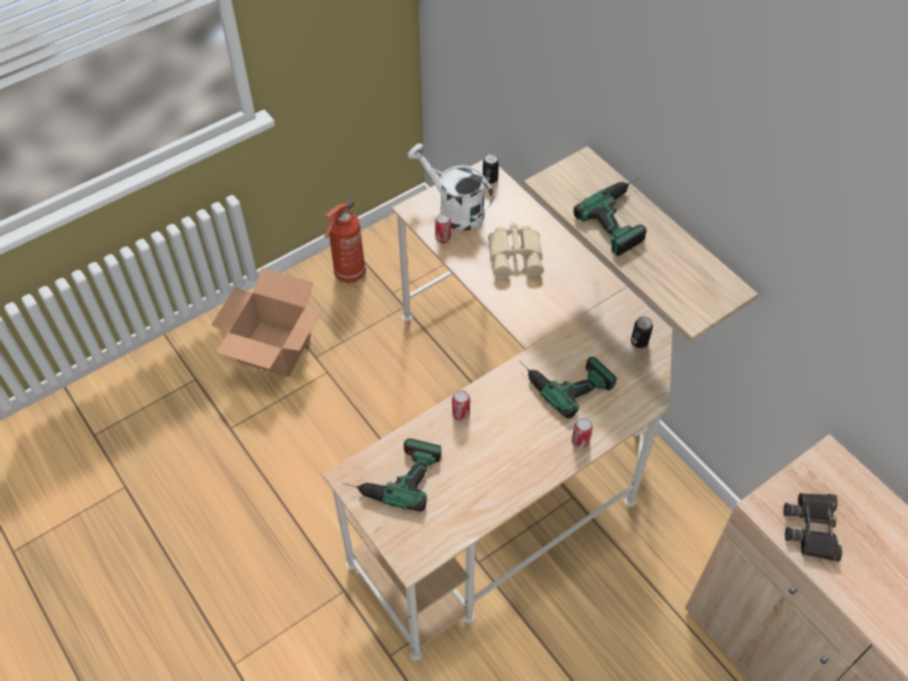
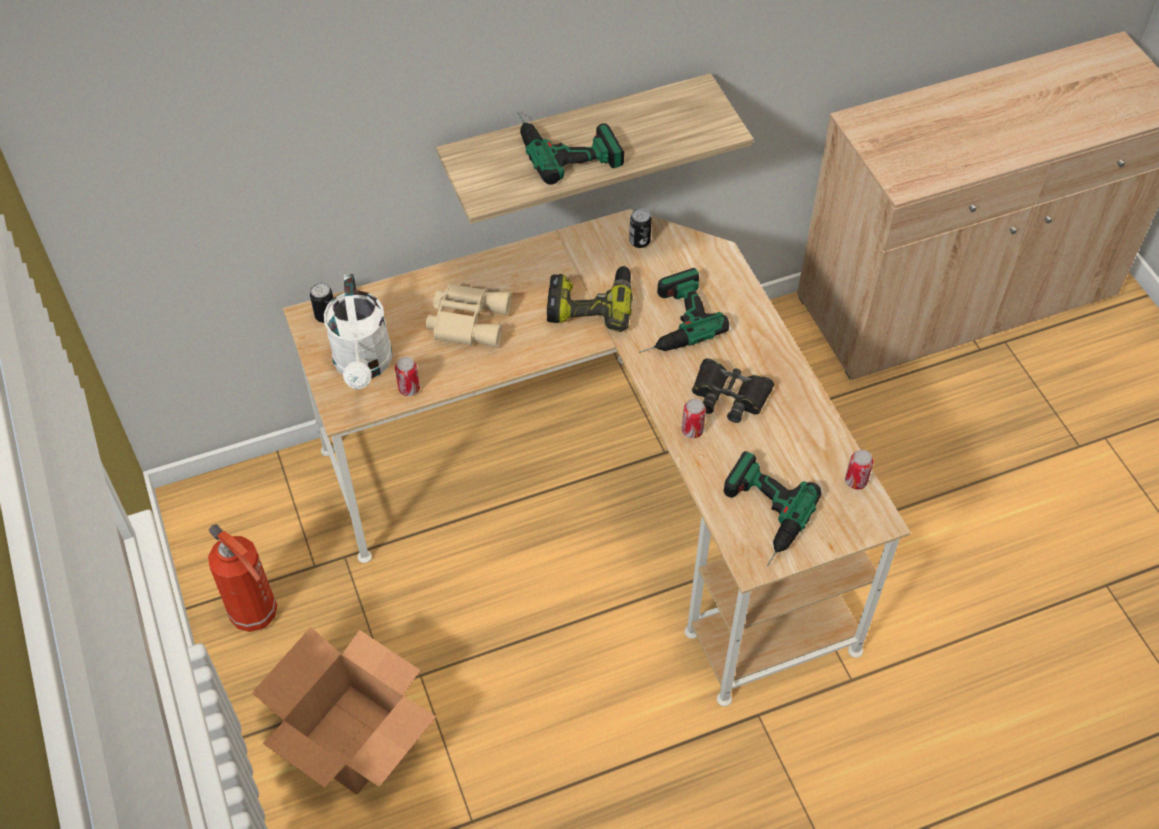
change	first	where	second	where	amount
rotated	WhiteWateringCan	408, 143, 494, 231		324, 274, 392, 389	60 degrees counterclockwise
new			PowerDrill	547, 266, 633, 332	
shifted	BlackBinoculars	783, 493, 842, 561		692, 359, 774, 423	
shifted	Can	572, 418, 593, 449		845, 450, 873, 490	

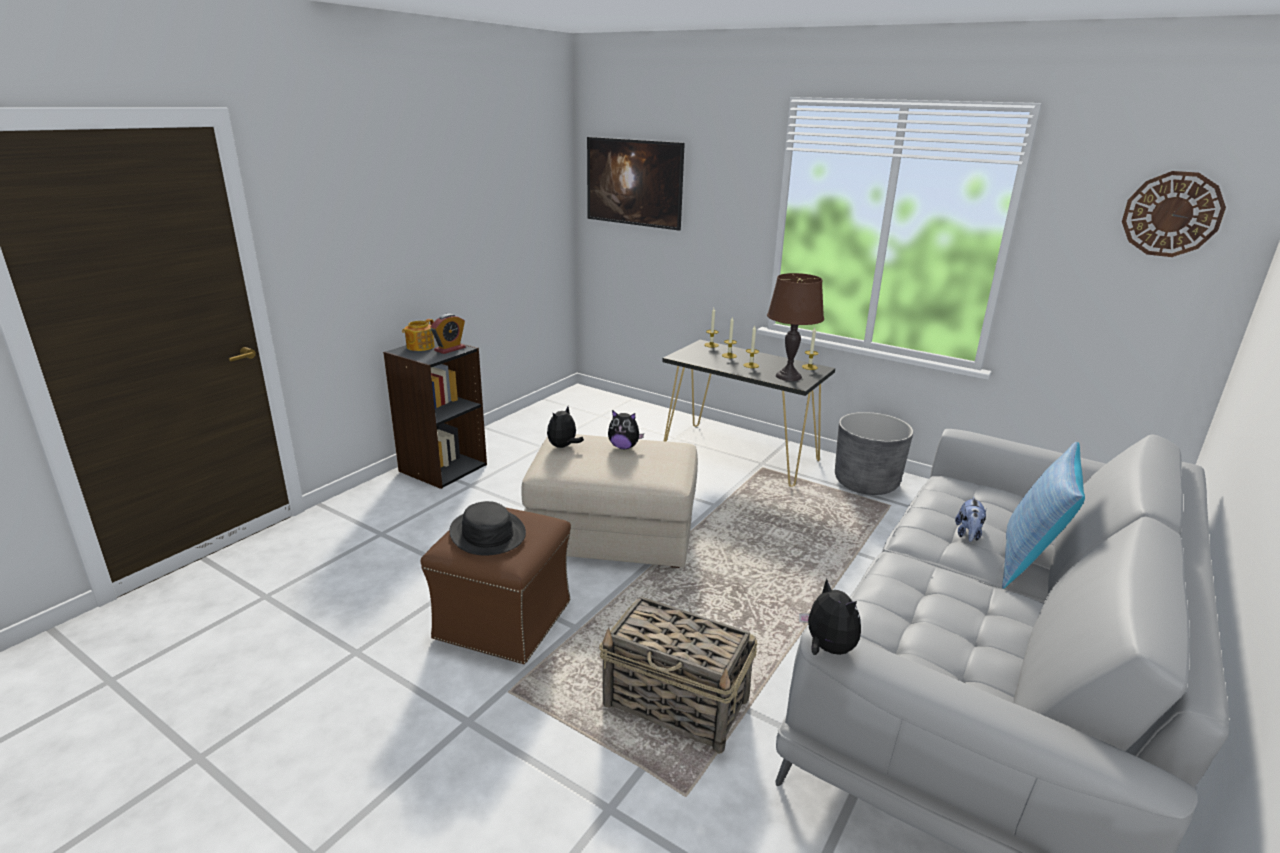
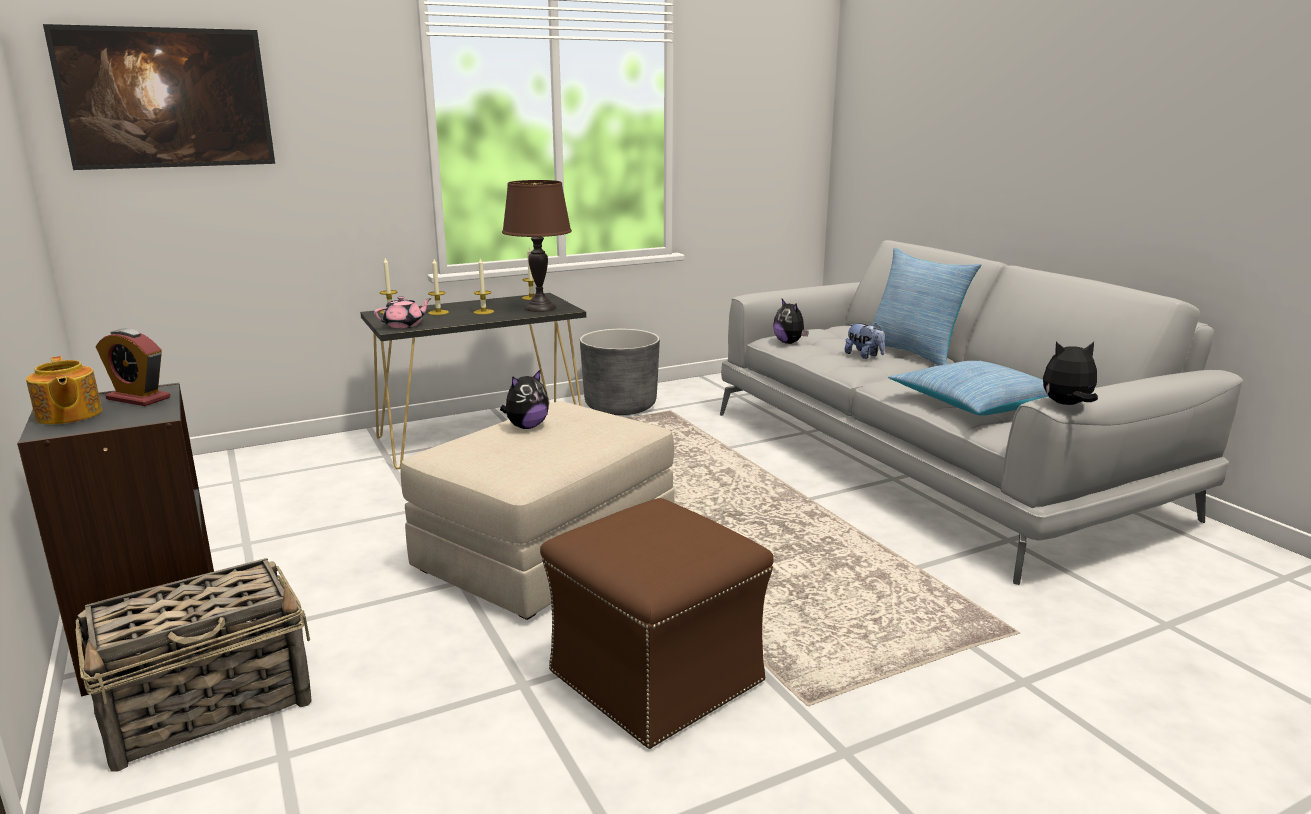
change	first	where	second	where	amount
shifted	Basket	599, 596, 758, 754		76, 558, 312, 772	
rotated	AlarmClock	430, 314, 466, 354		96, 328, 170, 406	135 degrees clockwise
new			PinkTeapot	374, 296, 432, 328	
shifted	PlushToy	547, 406, 584, 448		773, 299, 809, 344	
new			Pillow	888, 361, 1048, 415	
gone	BlackHat	449, 501, 526, 555			
gone	WallClock	1122, 171, 1226, 257			

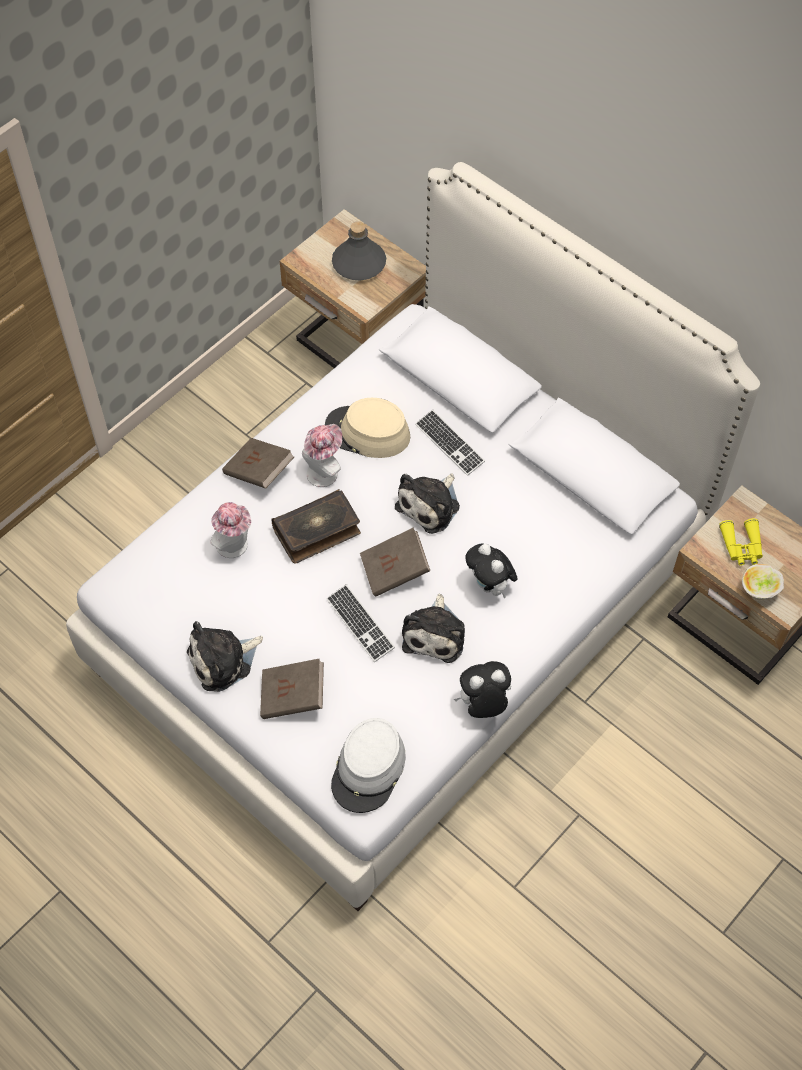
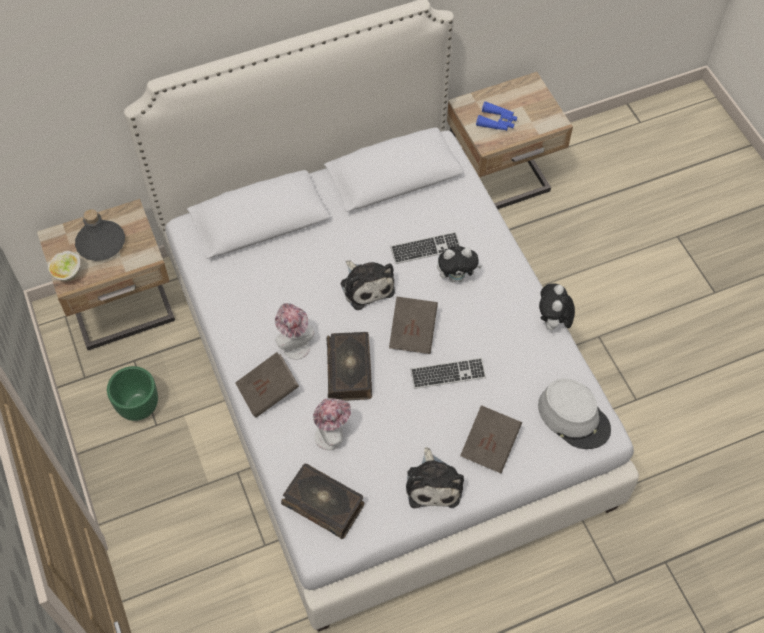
change	first	where	second	where	amount
shifted	Bowl	742, 564, 784, 600		48, 251, 80, 281	
new			GreenPlanter	107, 366, 158, 421	
new			Book	281, 463, 364, 539	
shifted	Keyboard	415, 409, 485, 476		390, 232, 460, 264	
repainted	YellowBinoculars	719, 518, 763, 566	BlueBinoculars	476, 101, 517, 131	
gone	BeigeHat	325, 398, 410, 458			
gone	PlushToy	402, 594, 465, 663			

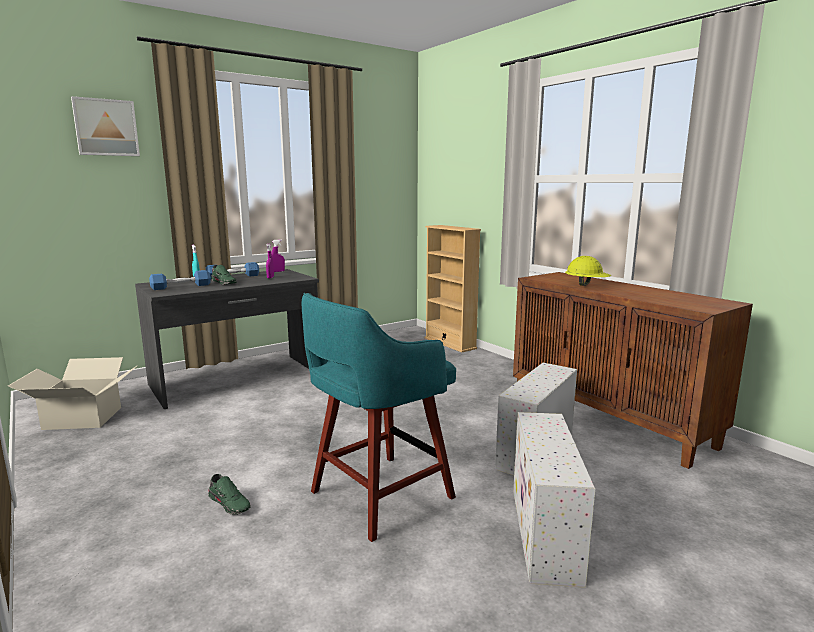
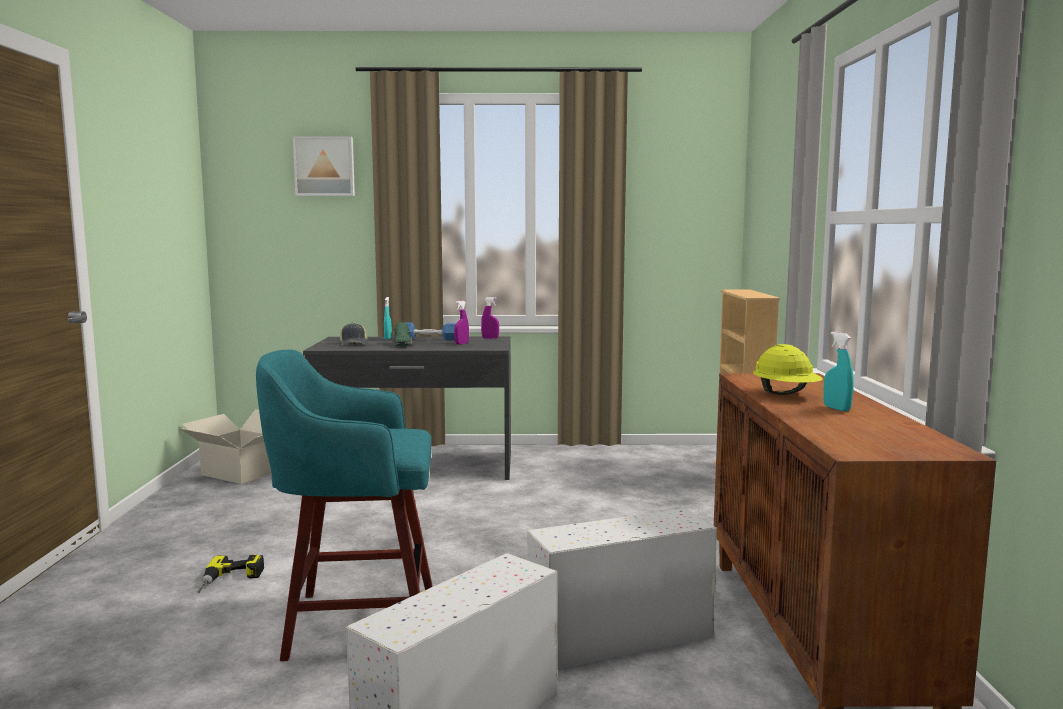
change	first	where	second	where	amount
swapped	GreenShoe	208, 474, 251, 515	PowerDrill	198, 554, 264, 592	
swapped	BlueDumbbell	149, 270, 211, 290	Cap	340, 322, 368, 345	
new			TurquoiseSprayBottle	824, 332, 854, 411	

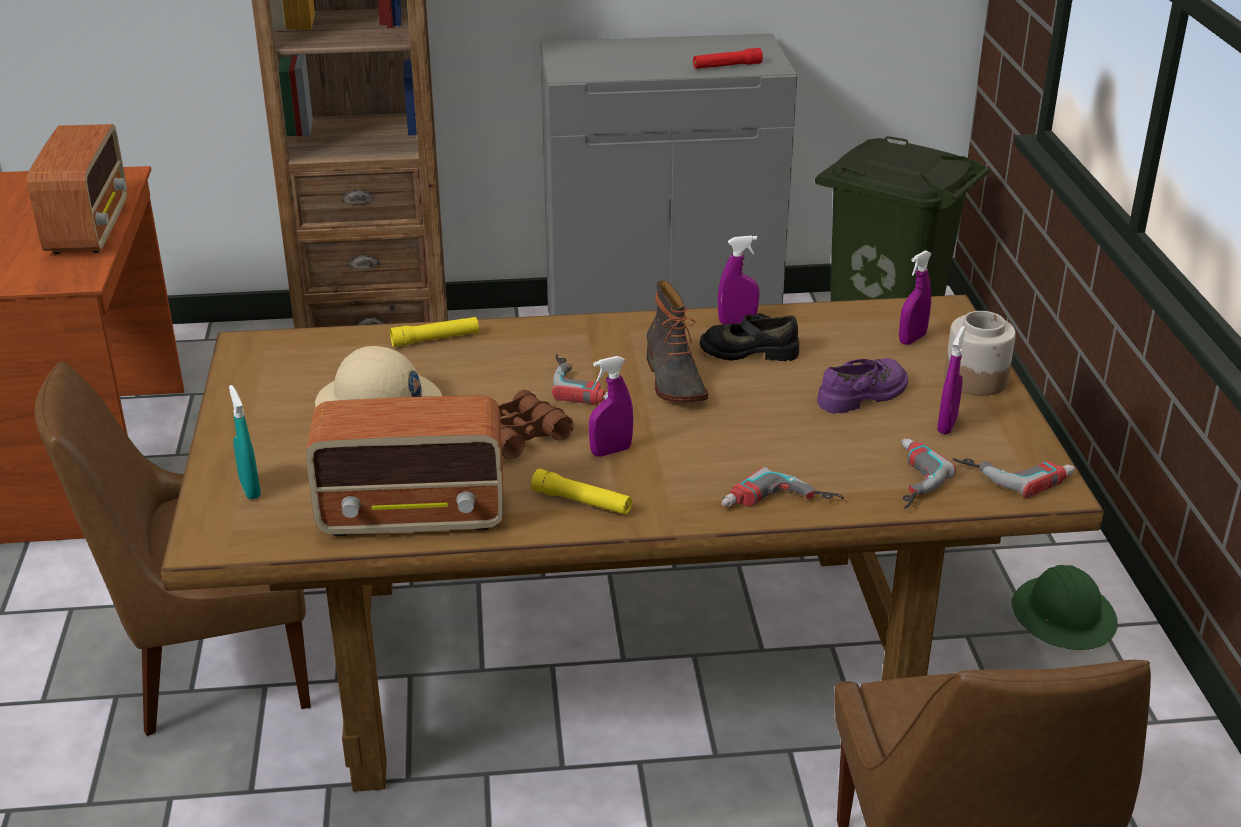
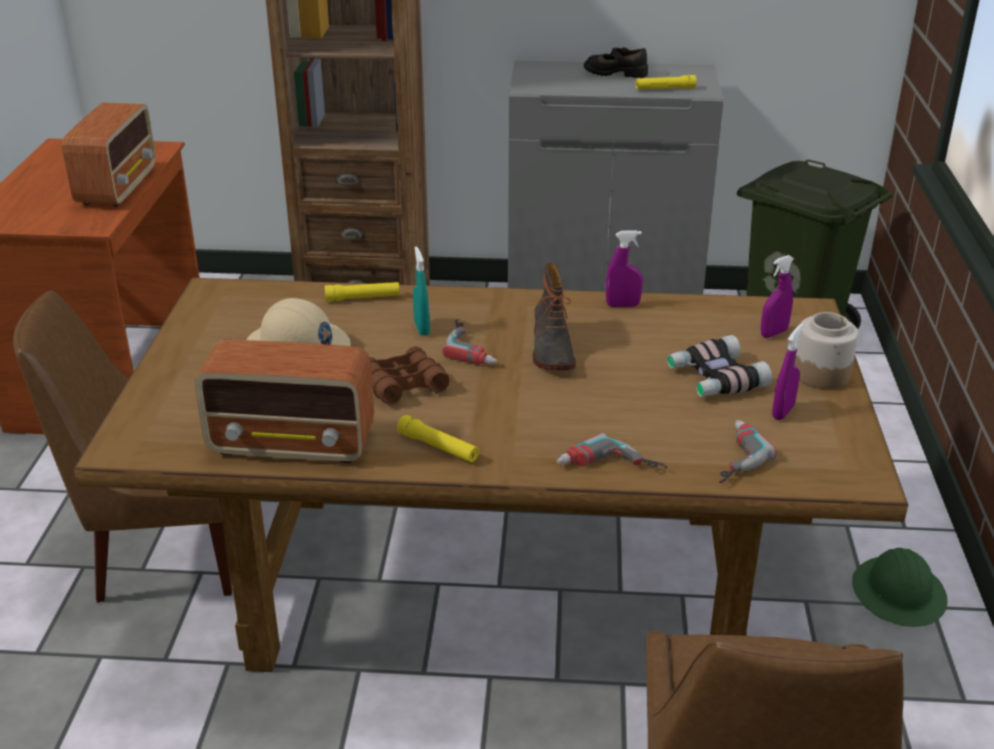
change	first	where	second	where	amount
shifted	TurquoiseSprayBottle	229, 385, 261, 500		413, 246, 430, 336	
shifted	BlackShoe	700, 313, 799, 361		584, 47, 648, 78	
repainted	RedFlashlight	693, 48, 763, 69	YellowFlashlight	636, 75, 697, 90	
swapped	PurpleShoe	817, 358, 908, 414	Binoculars	667, 335, 772, 397	
gone	PurpleSprayBottle	589, 356, 633, 457			
gone	PowerDrill	953, 458, 1075, 498			

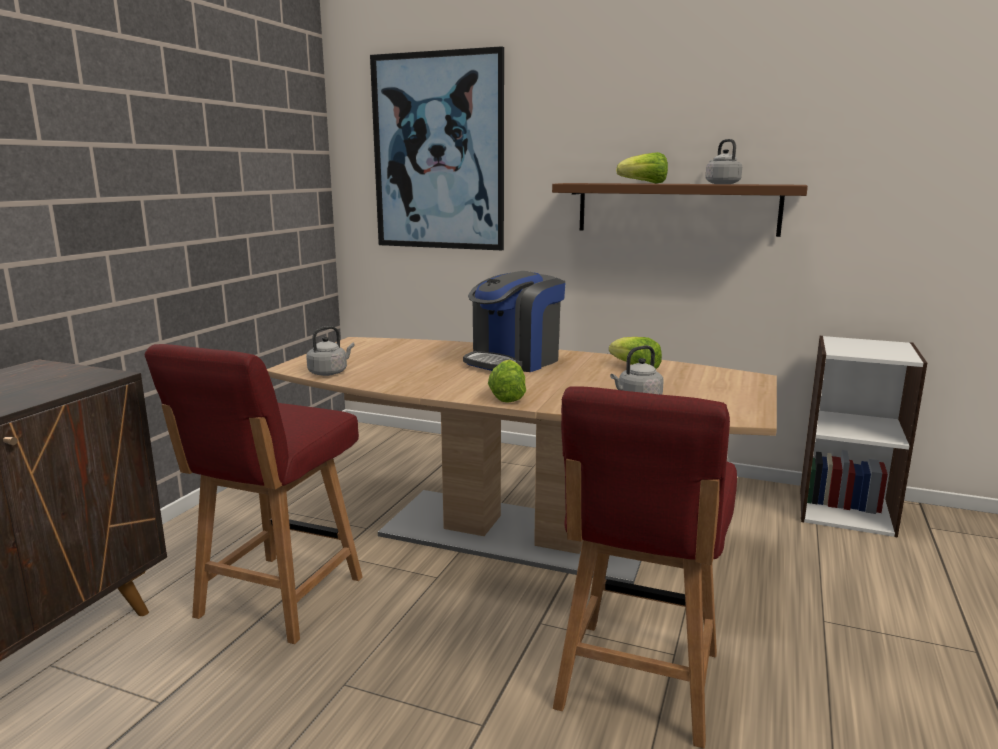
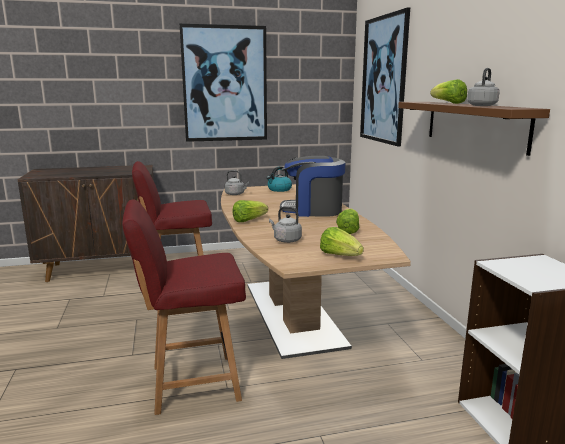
change	first	where	second	where	amount
new			Picture	179, 23, 267, 142	
new			Kettle	267, 166, 292, 192	
new			Lettuce	320, 227, 364, 256	

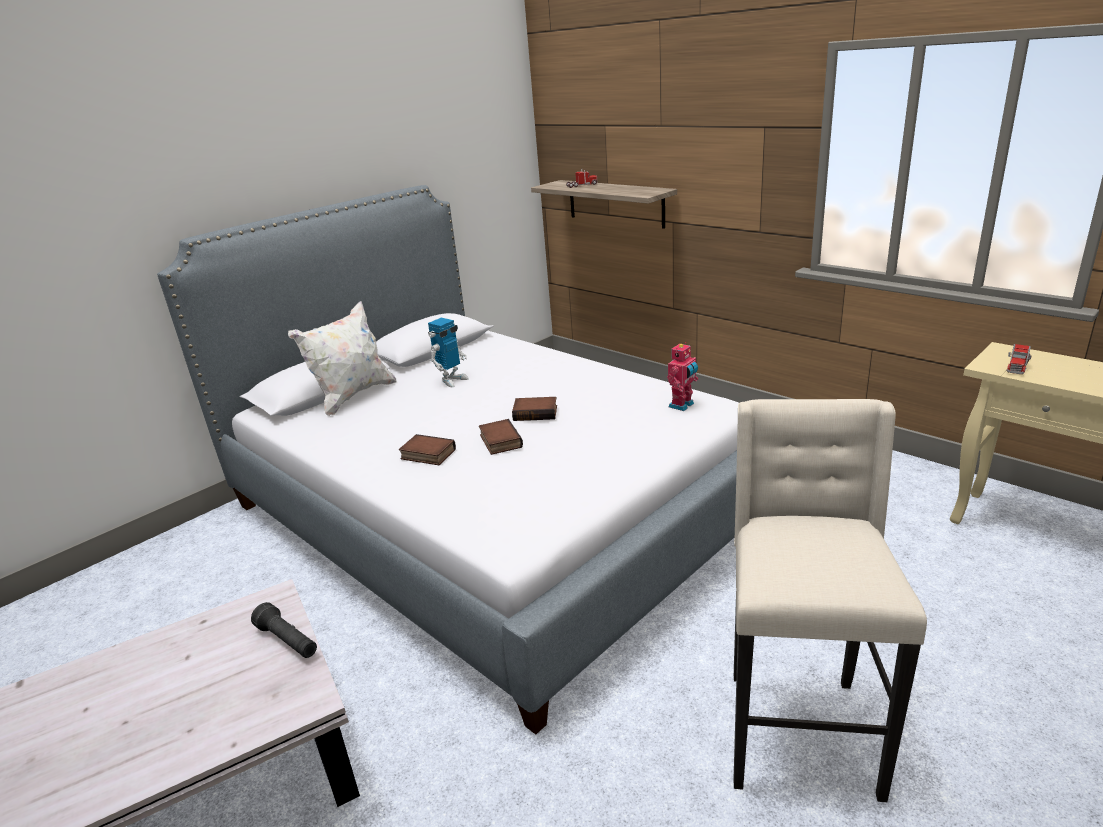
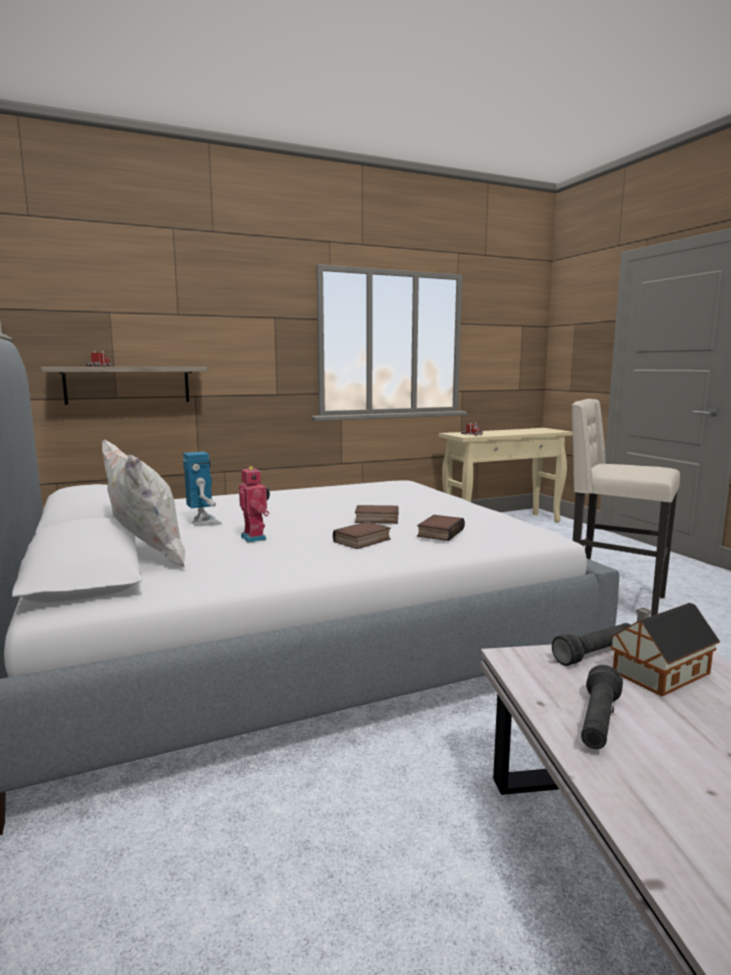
change	first	where	second	where	amount
shifted	ToyRobot	667, 342, 698, 411		239, 466, 270, 542	
shifted	Book	512, 397, 557, 421		417, 515, 465, 541	
new			BlackFlashlight	581, 665, 623, 749	
new			ToyHouse	609, 603, 720, 697	

